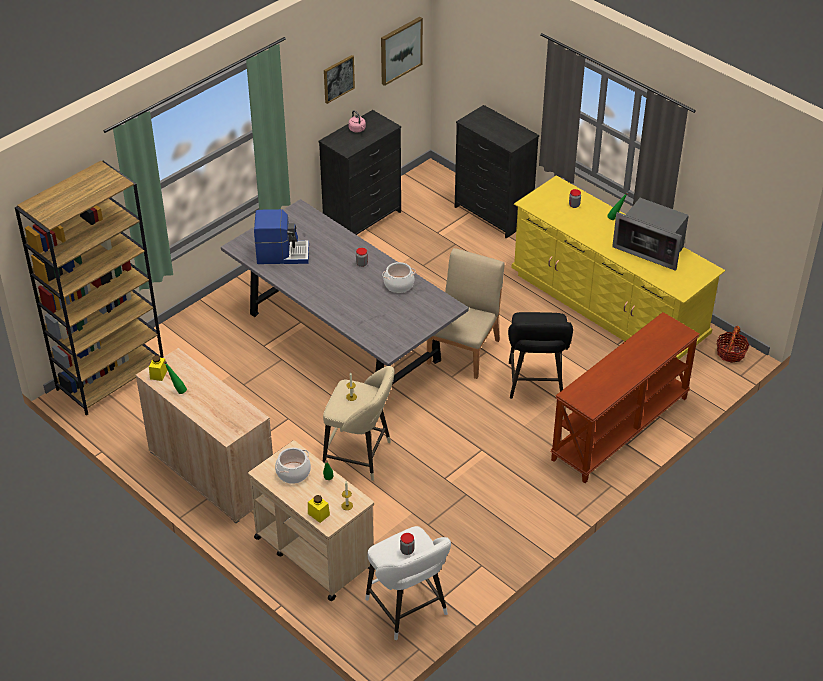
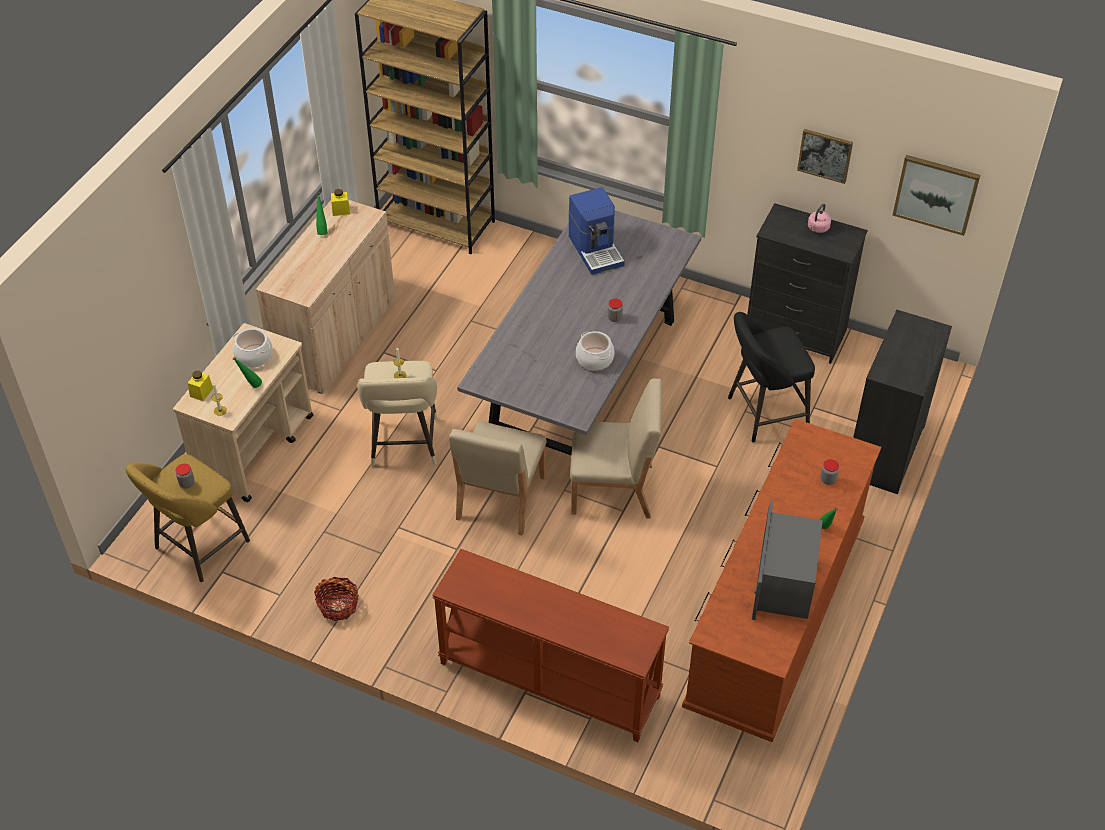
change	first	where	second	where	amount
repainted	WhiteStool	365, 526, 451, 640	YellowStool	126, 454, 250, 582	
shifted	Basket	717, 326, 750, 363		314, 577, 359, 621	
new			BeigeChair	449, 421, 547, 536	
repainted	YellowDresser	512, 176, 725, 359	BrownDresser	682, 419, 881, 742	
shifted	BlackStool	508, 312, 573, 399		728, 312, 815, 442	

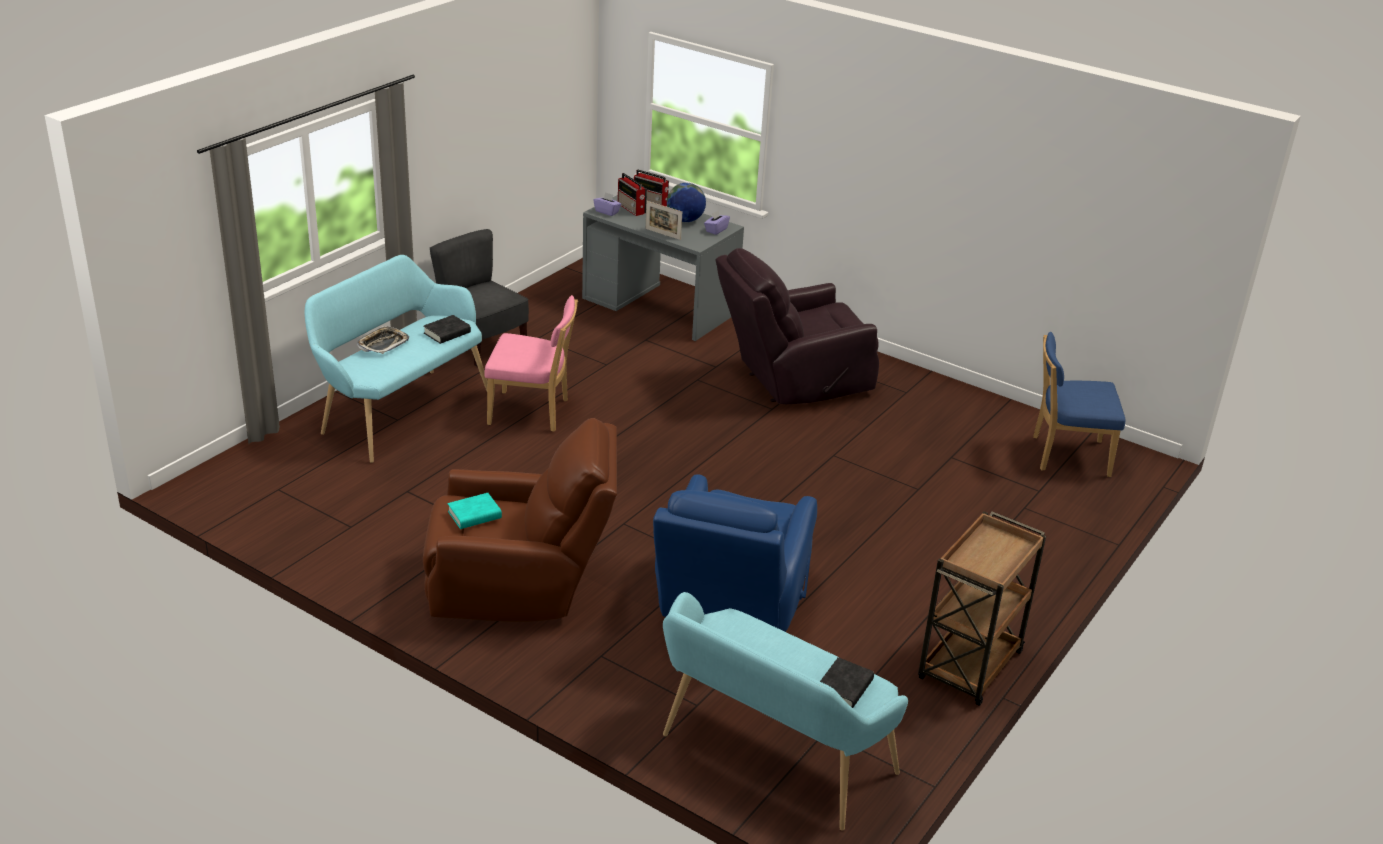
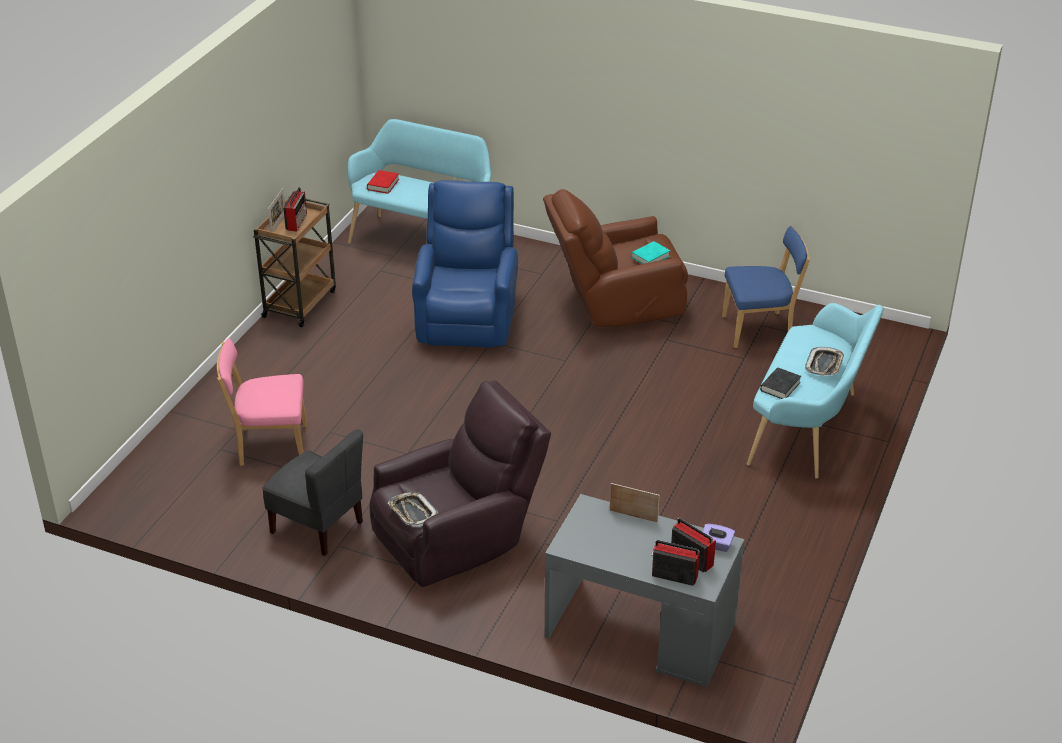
change	first	where	second	where	amount
shifted	PinkChair	484, 295, 578, 432		217, 338, 307, 466	
shifted	GreyChair	430, 229, 529, 367		262, 429, 363, 556	
new			PictureFrame	268, 188, 285, 232	
new			Radio	283, 187, 307, 231	
repainted	BlackBook	820, 657, 874, 708	RedBook	367, 170, 399, 194	
new			Tray	388, 491, 438, 527	
shifted	BlueChair	1033, 332, 1125, 477		722, 226, 810, 348	
gone	Globe	667, 183, 706, 222			
gone	PurpleTissueBox	704, 210, 730, 235			

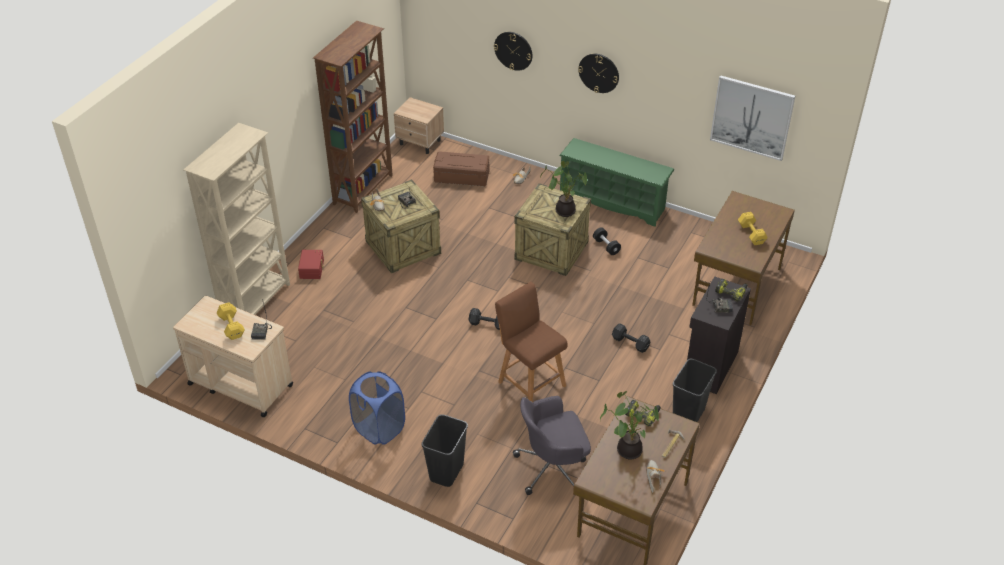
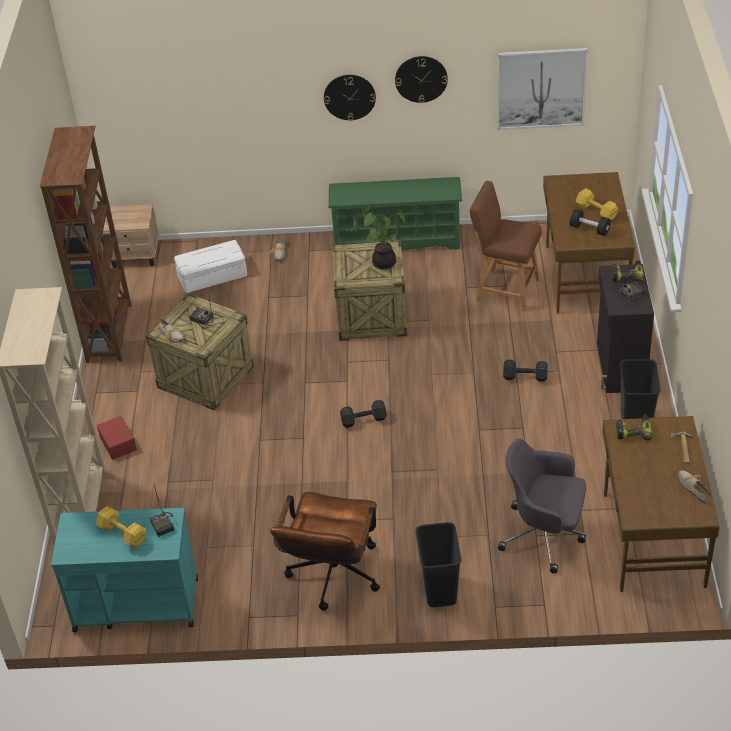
change	first	where	second	where	amount
repainted	BeigeCart	173, 296, 293, 417	TurquoiseCart	51, 508, 198, 632	
repainted	BrownStorageBox	433, 151, 489, 186	WhiteStorageBox	174, 240, 248, 293	
swapped	BlueLaundryBasket	349, 371, 405, 445	BrownOfficeChair	270, 492, 380, 611	
shifted	WallClock	494, 32, 533, 71		395, 56, 448, 103	
shifted	BrownStool	495, 282, 567, 402		470, 181, 542, 312	
rotated	GreyOfficeChair	513, 396, 591, 495		498, 438, 586, 574	60 degrees clockwise
shifted	BlackDumbbell	593, 227, 621, 255		570, 209, 611, 236	
gone	PottedPlant	600, 391, 659, 459			

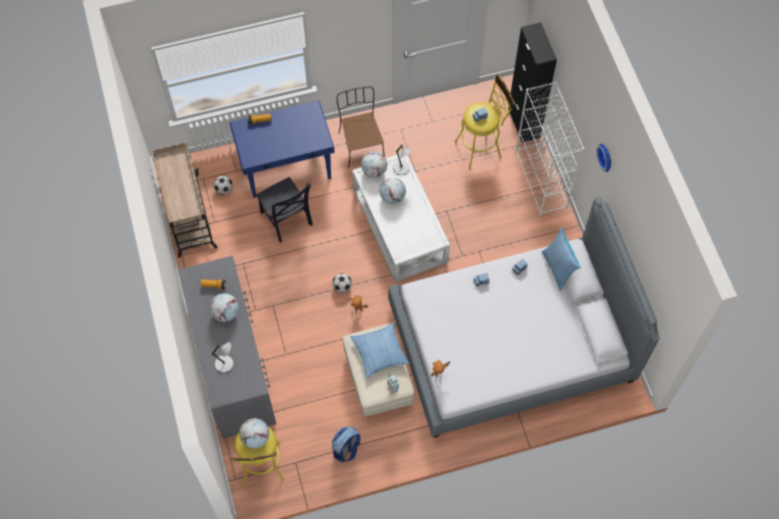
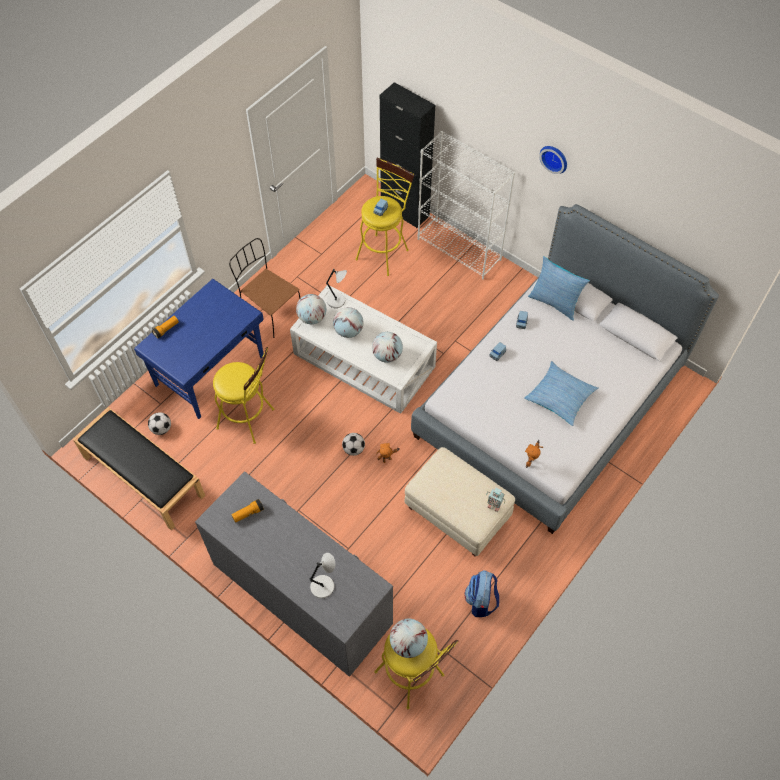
change	first	where	second	where	amount
swapped	BeigeCart	152, 142, 217, 258	BlackBench	73, 407, 205, 530	
swapped	BlackChair	256, 177, 313, 242	YellowStool	213, 347, 274, 444	
shifted	Globe	210, 293, 239, 322		372, 332, 403, 363	
shifted	Pillow	350, 322, 410, 379		524, 361, 598, 426	

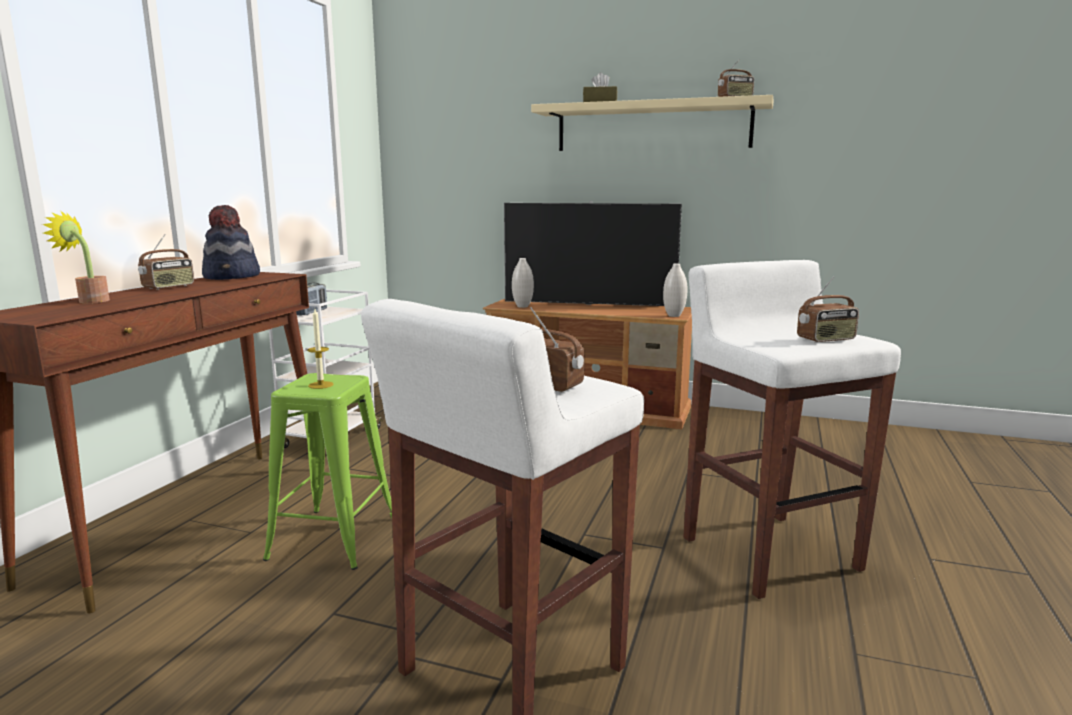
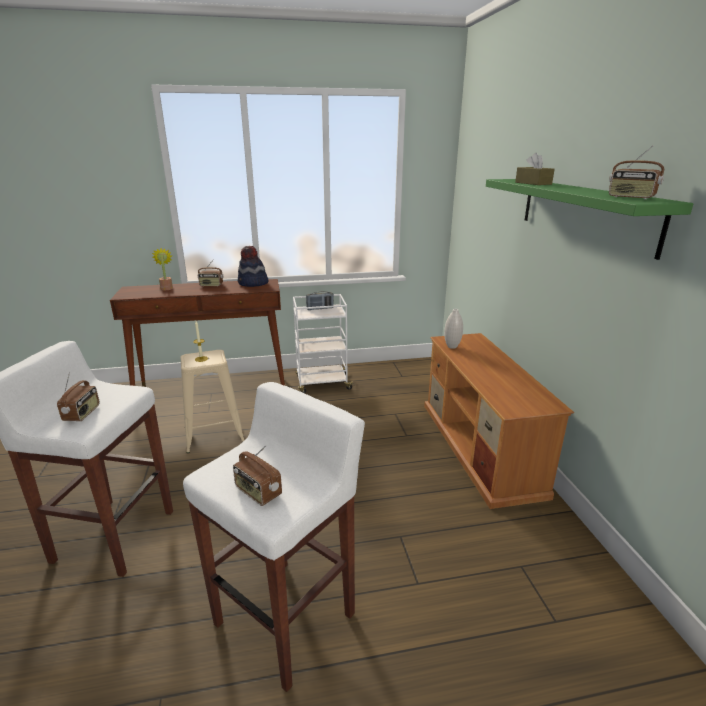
change	first	where	second	where	amount
repainted	GreenStool	263, 373, 392, 570	BeigeStool	180, 350, 244, 453	
repainted	BeigeShelf	531, 95, 774, 151	GreenShelf	486, 179, 694, 260	
gone	Television	504, 201, 682, 306			
gone	WhiteVase	663, 263, 687, 317			

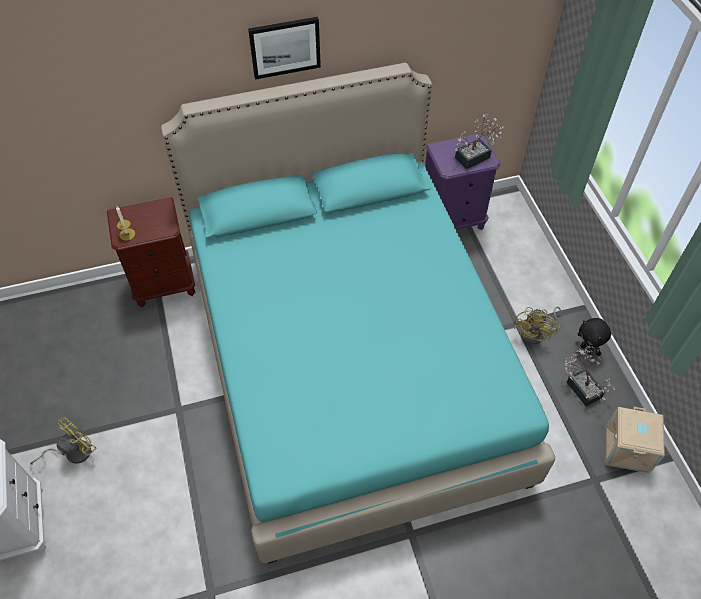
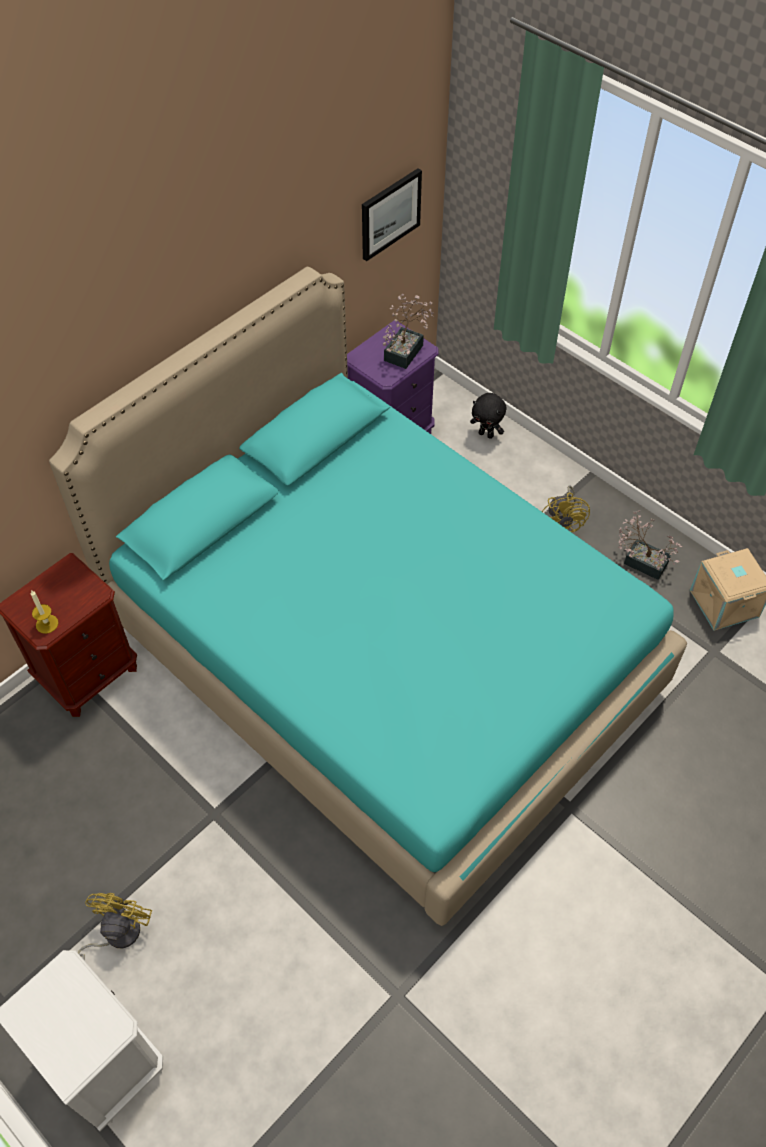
change	first	where	second	where	amount
shifted	Picture	248, 17, 321, 79		362, 168, 422, 261	
shifted	BlackPlushToy	577, 318, 611, 356		470, 393, 506, 439	

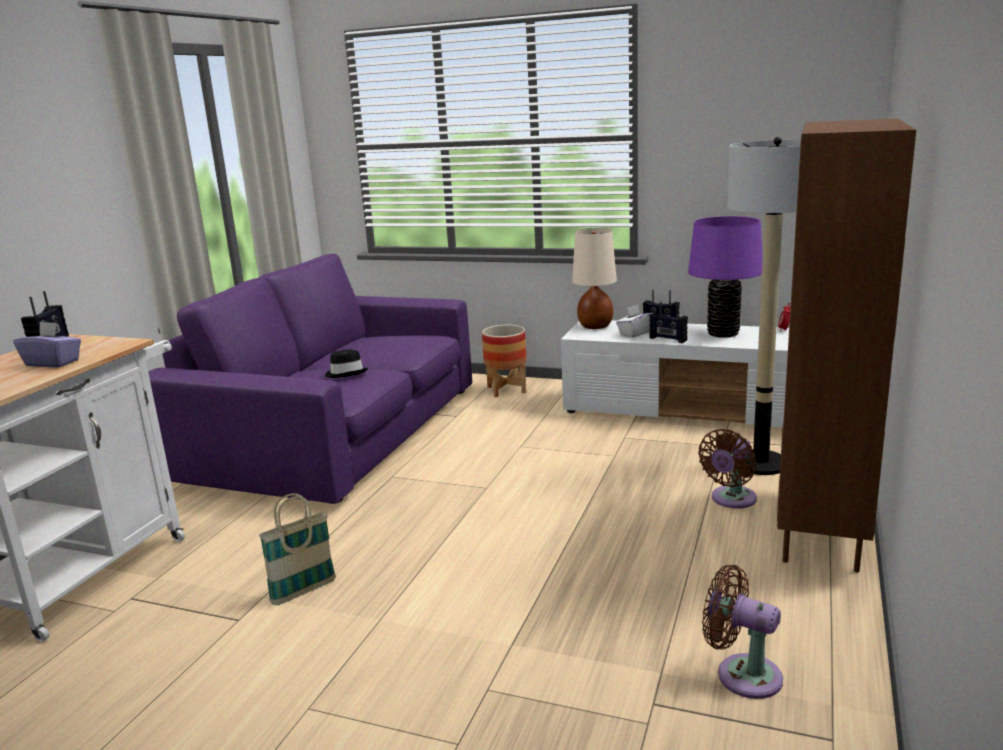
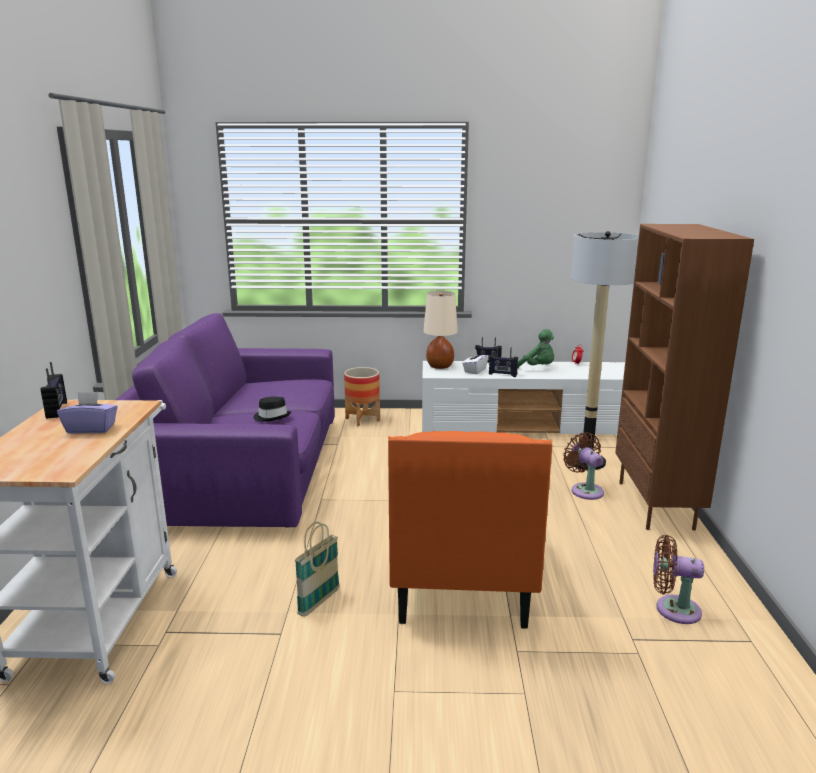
change	first	where	second	where	amount
new			OrangeArmchair	388, 431, 552, 629	
swapped	PurpleTableLamp	688, 216, 763, 338	GreenPlushToy	517, 329, 554, 368	
rotated	BrownFan	698, 429, 757, 509		563, 433, 604, 500	135 degrees clockwise

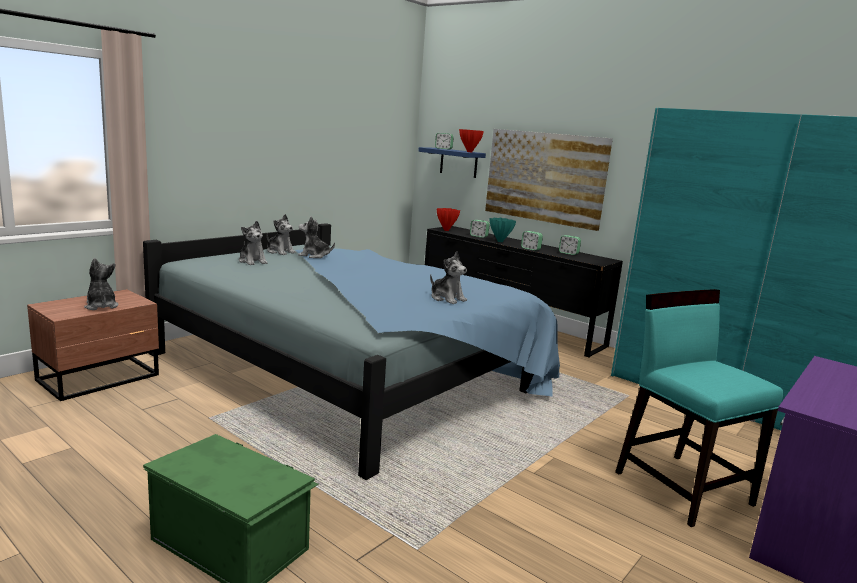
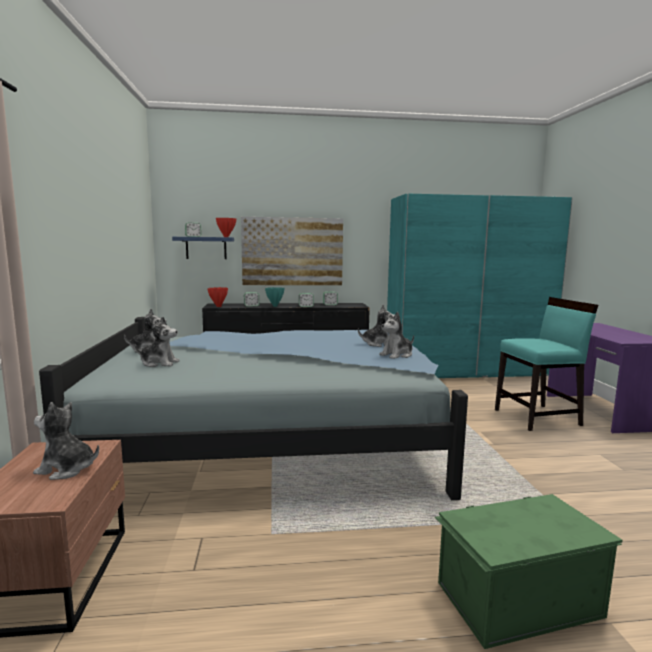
change	first	where	second	where	amount
shifted	PlushToy	298, 216, 335, 258		379, 312, 414, 359	
rotated	TurquoiseChair	615, 289, 783, 527		495, 297, 598, 431	150 degrees clockwise

